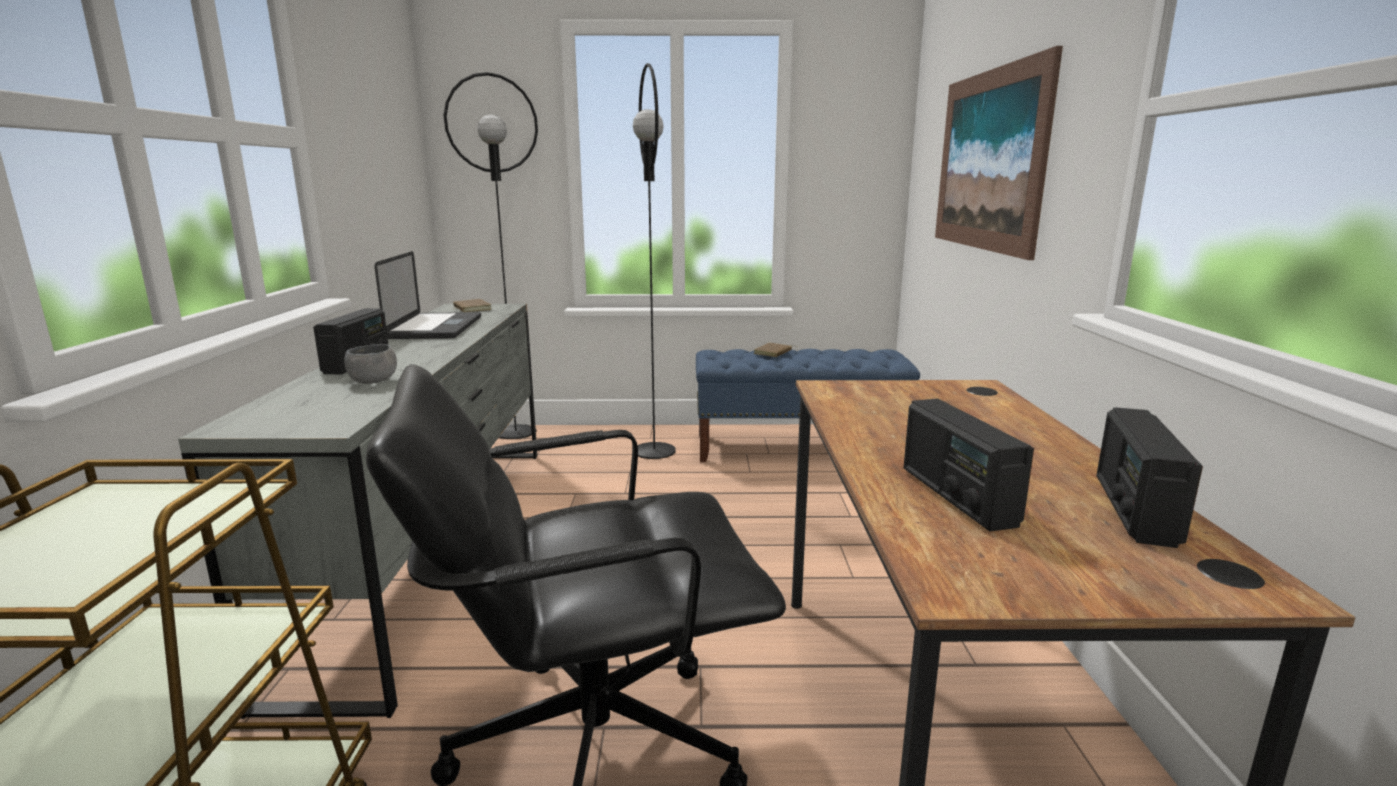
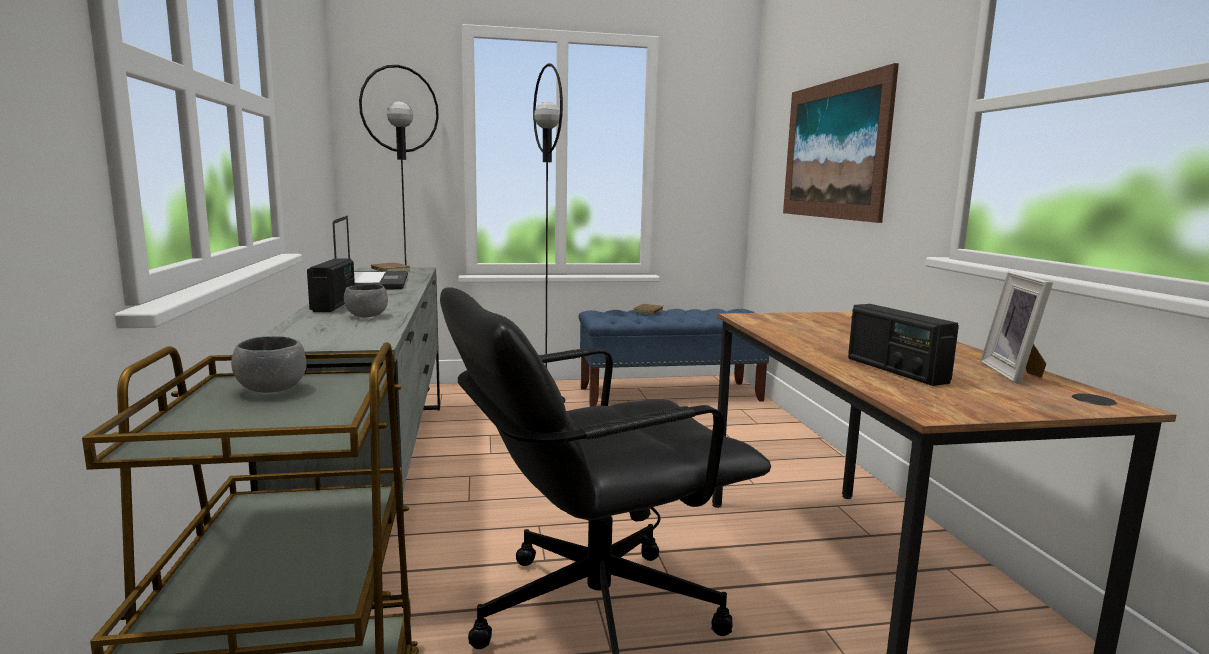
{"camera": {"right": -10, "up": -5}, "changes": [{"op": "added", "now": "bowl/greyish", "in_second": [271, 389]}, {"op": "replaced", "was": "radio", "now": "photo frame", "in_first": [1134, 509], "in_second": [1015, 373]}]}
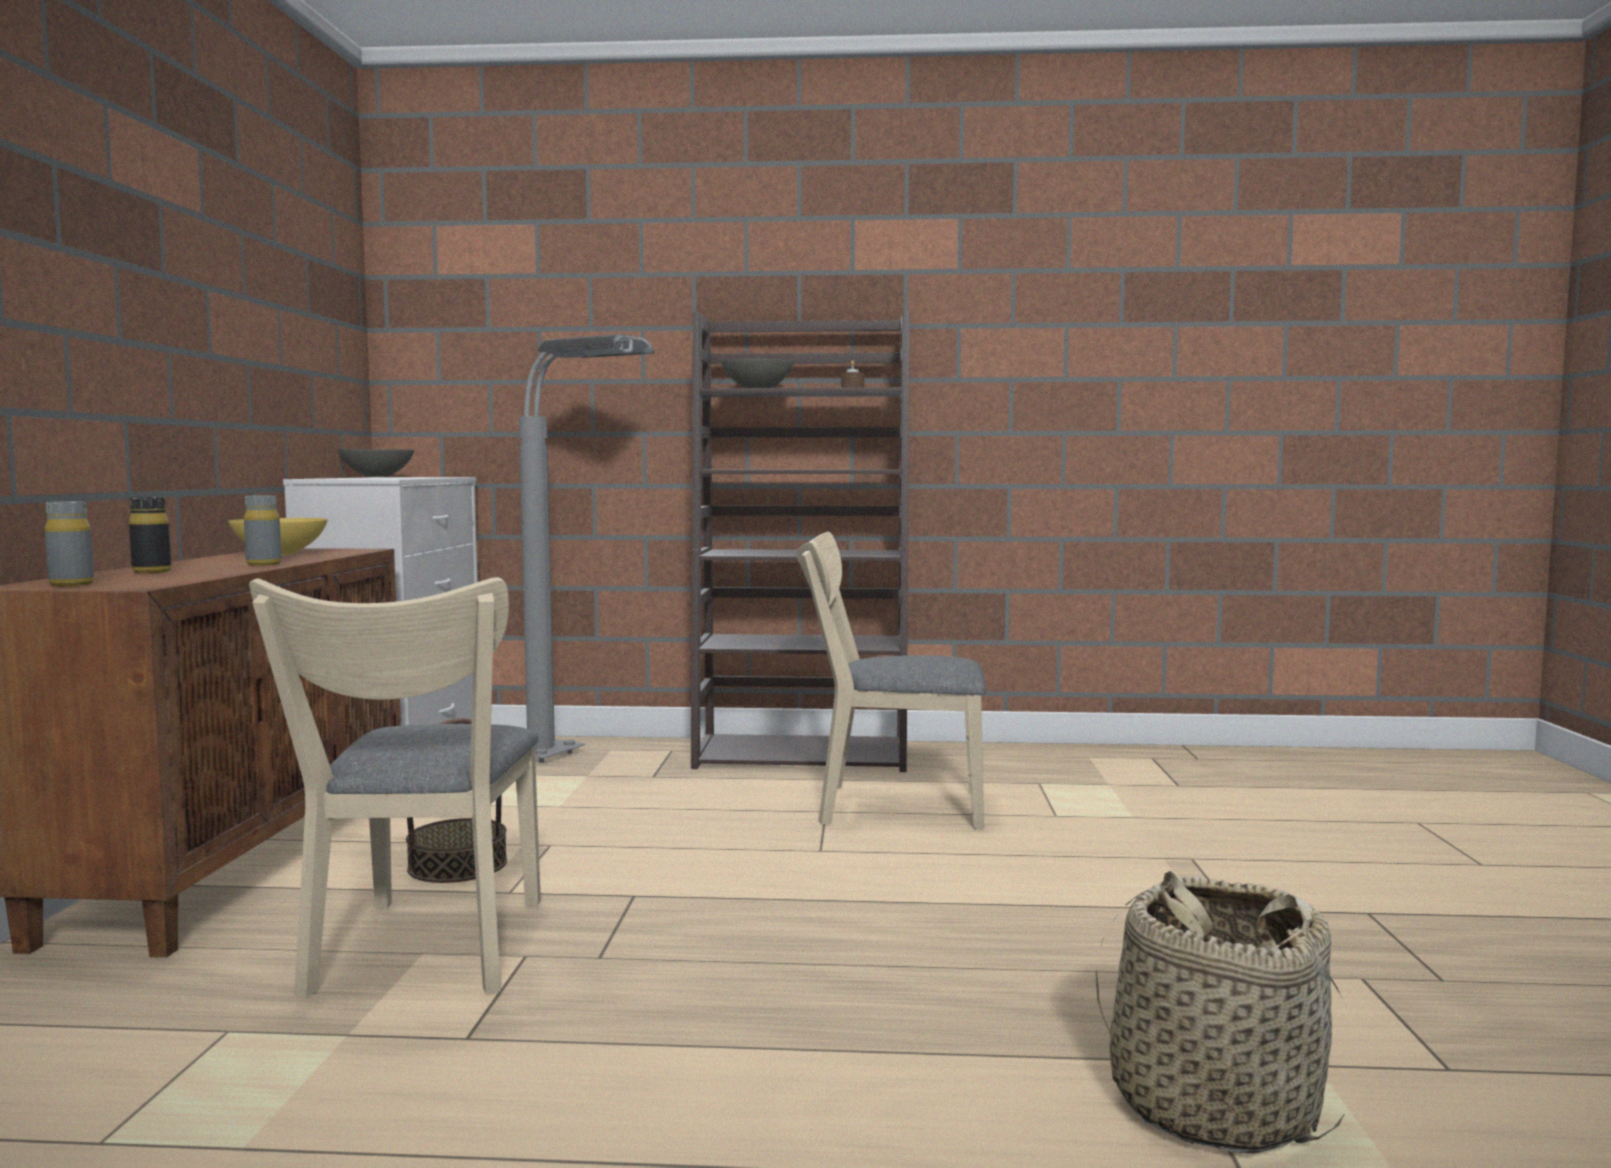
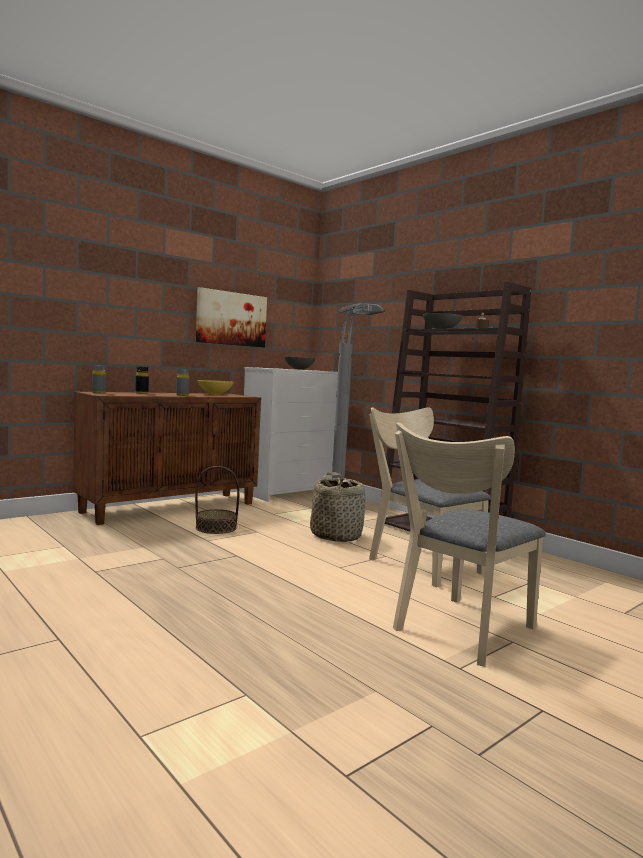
{"camera": {"right": 45, "up": 0}, "changes": [{"op": "added", "now": "wall art", "in_second": [231, 318]}, {"op": "moved", "was": "chair/beige-coloured", "in_first": [424, 953], "in_second": [460, 632]}, {"op": "moved", "was": "storage basket", "in_first": [1212, 1105], "in_second": [336, 535]}]}
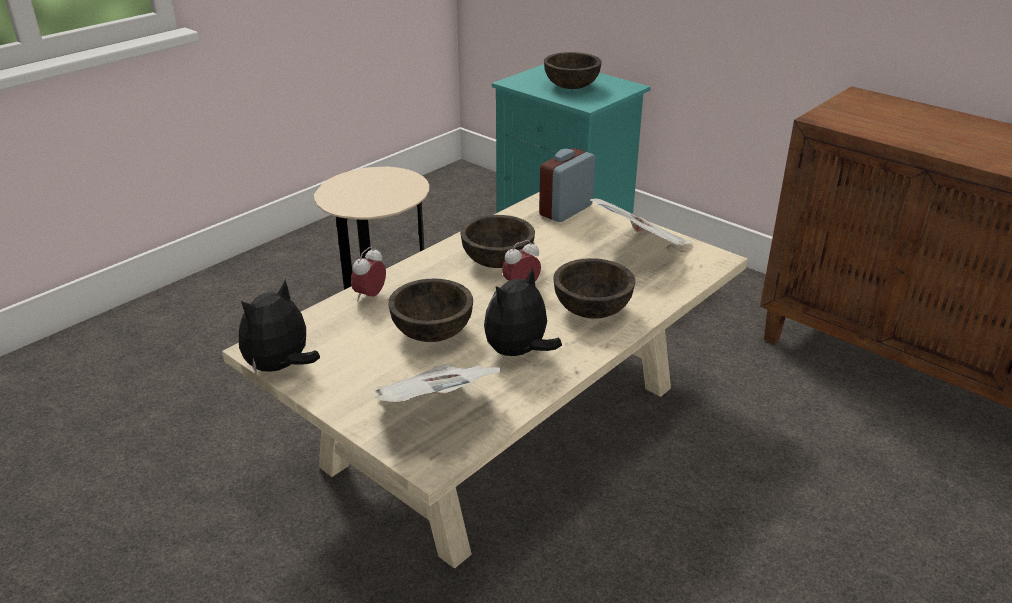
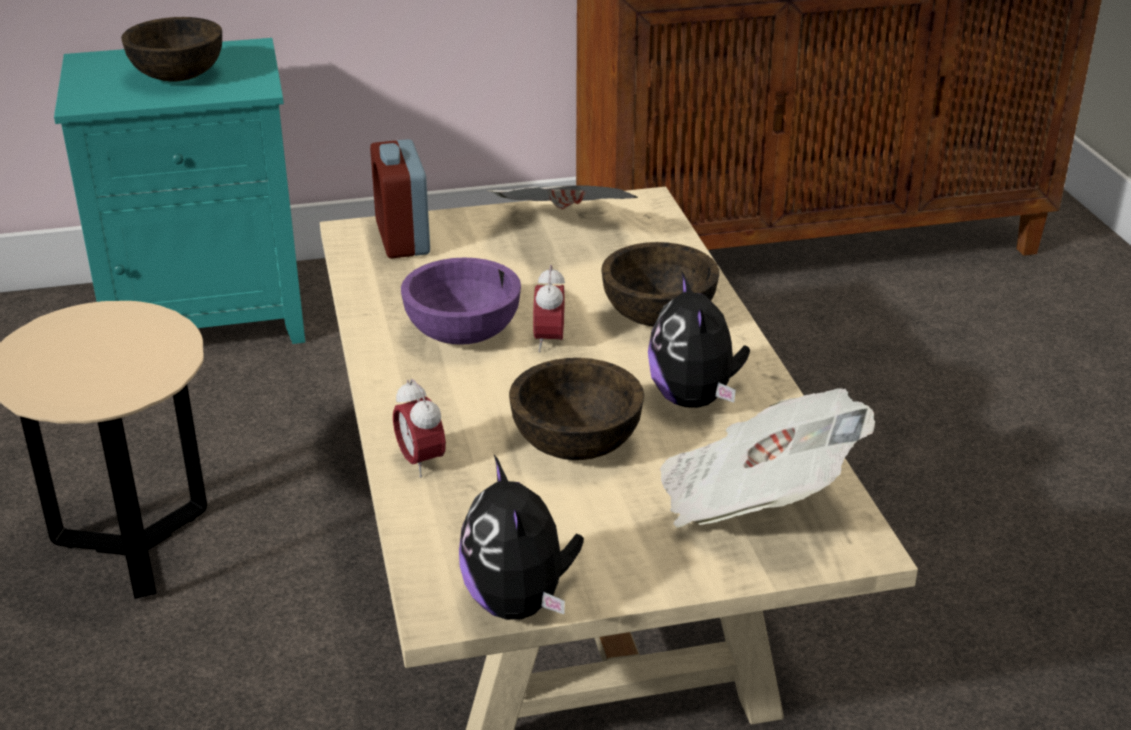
{"camera": {"right": -55, "up": 0}, "changes": [{"op": "recoloured", "was": "bowl/brown", "now": "bowl/purplish", "in_first": [497, 261], "in_second": [463, 333]}]}
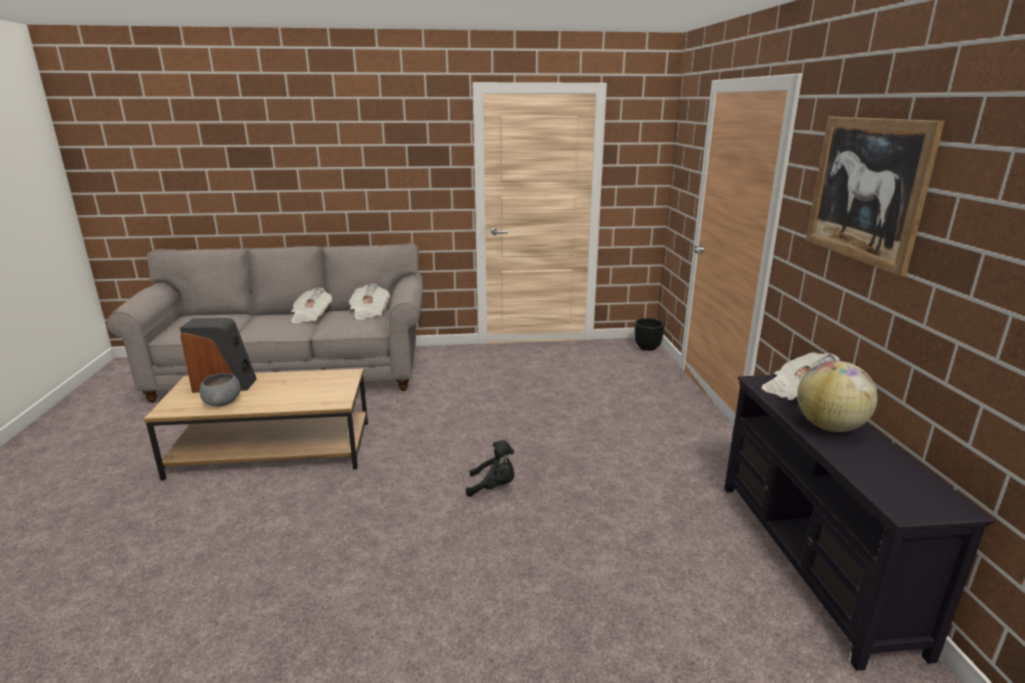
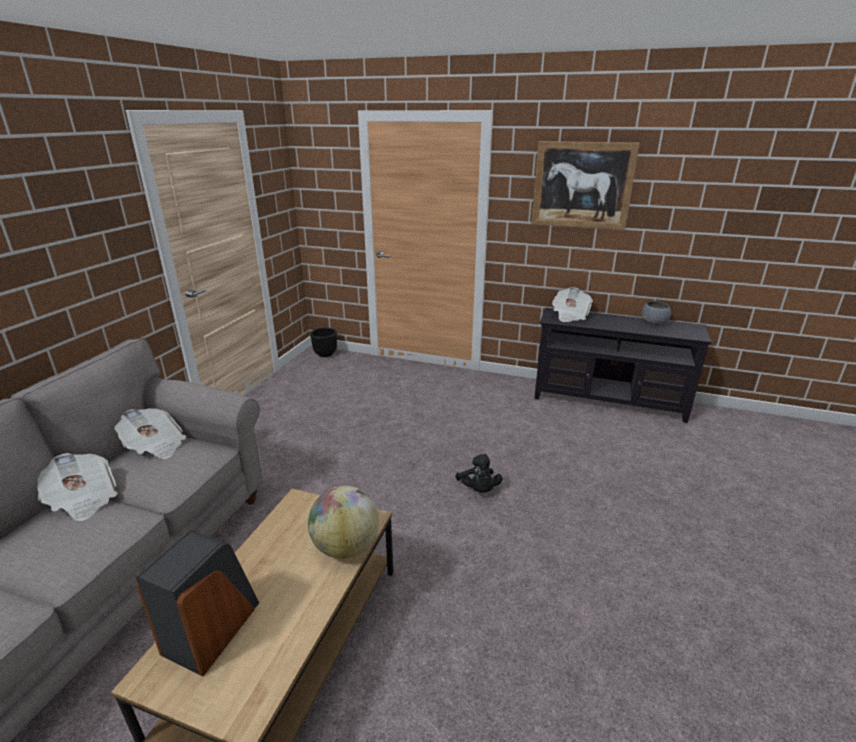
{"camera": {"right": -65, "up": 5}, "changes": [{"op": "moved", "was": "bowl/greyish", "in_first": [222, 403], "in_second": [654, 323]}, {"op": "moved", "was": "globe", "in_first": [829, 427], "in_second": [345, 547]}, {"op": "turned", "was": "cuddly toy/blackish", "in_first": [493, 487], "in_second": [478, 489], "clockwise": 135}]}
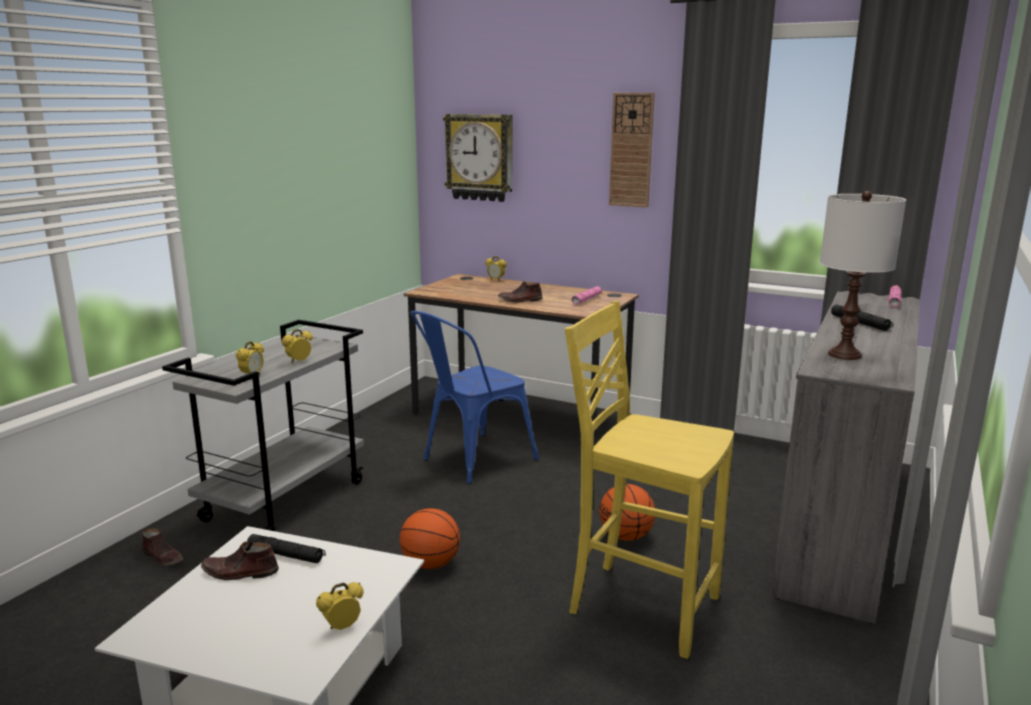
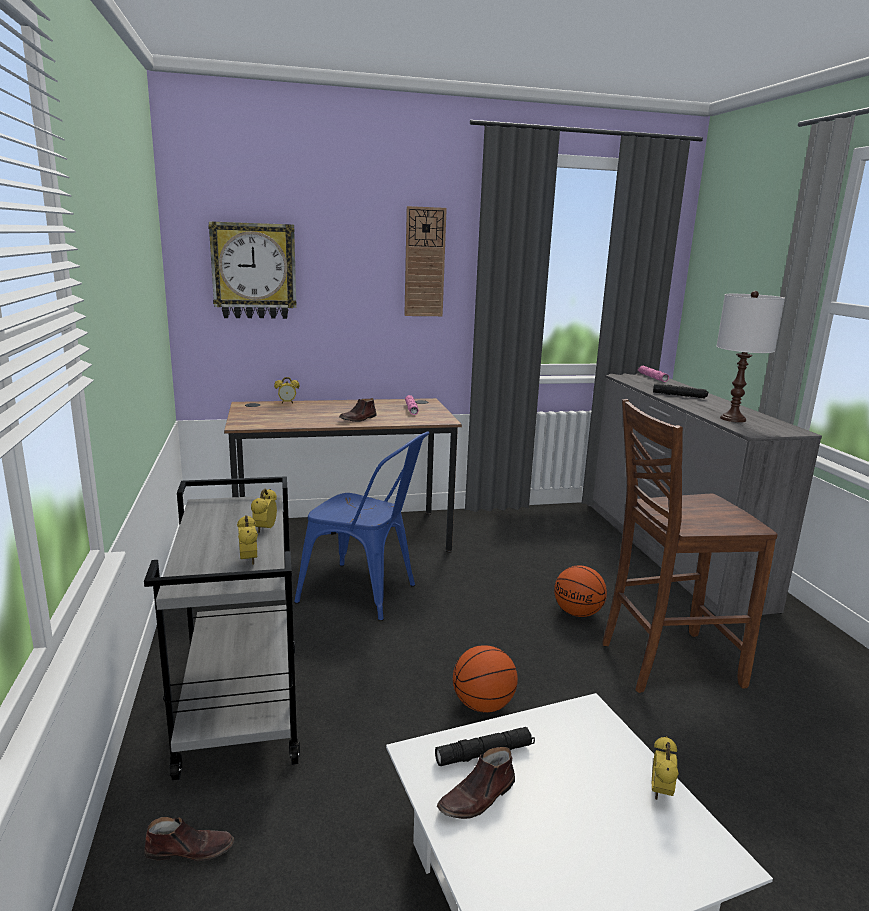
{"camera": {"right": -40, "up": 0}, "changes": [{"op": "recoloured", "was": "chair/yellowish", "now": "chair/brown", "in_first": [641, 605], "in_second": [666, 662]}, {"op": "turned", "was": "chair/blue", "in_first": [471, 461], "in_second": [366, 594], "clockwise": -75}]}
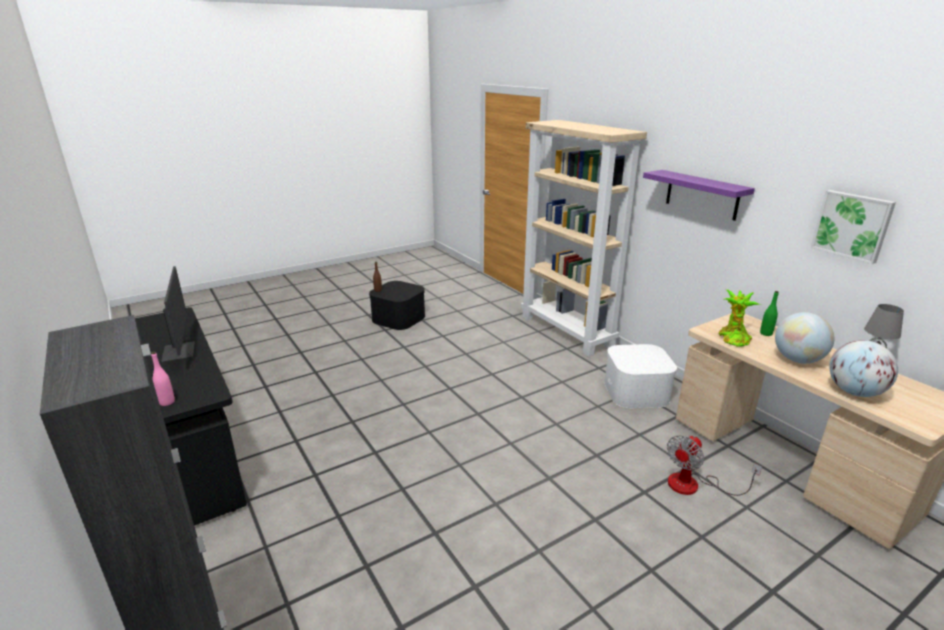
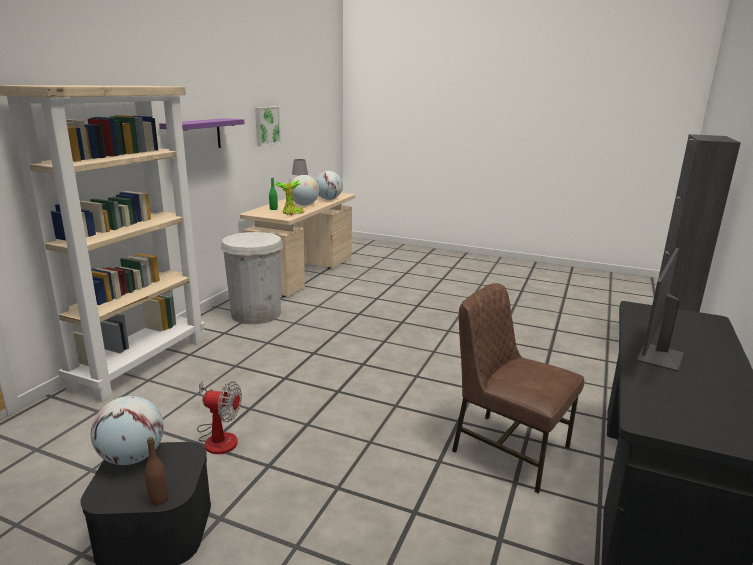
{"camera": {"right": -125, "up": -5}, "changes": [{"op": "removed", "was": "drink bottle/pinkish", "in_first": [167, 402]}, {"op": "added", "now": "globe", "in_second": [132, 457]}, {"op": "added", "now": "chair/brown", "in_second": [508, 449]}, {"op": "moved", "was": "fan", "in_first": [694, 485], "in_second": [218, 437]}, {"op": "replaced", "was": "storage box/white", "now": "waste bin/white", "in_first": [636, 391], "in_second": [256, 314]}]}
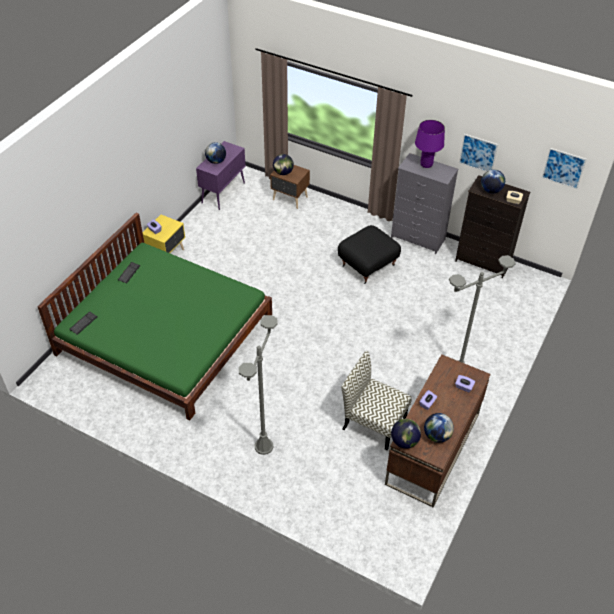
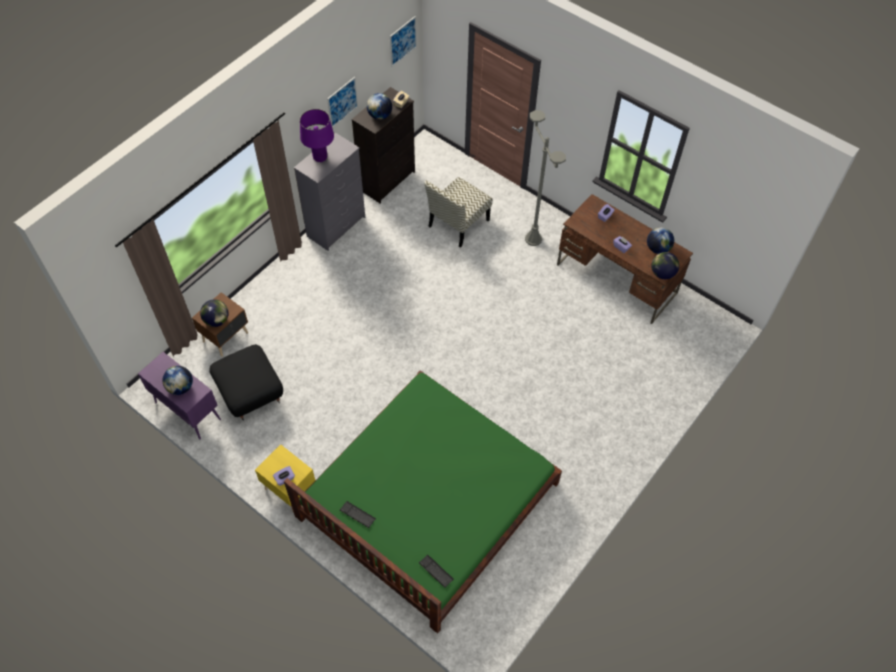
{"camera": {"right": -80, "up": 10}, "changes": [{"op": "removed", "was": "floor lamp/greyish", "in_first": [263, 446]}, {"op": "moved", "was": "ottoman/blackish", "in_first": [368, 265], "in_second": [250, 392]}, {"op": "moved", "was": "chair", "in_first": [373, 422], "in_second": [458, 224]}]}
